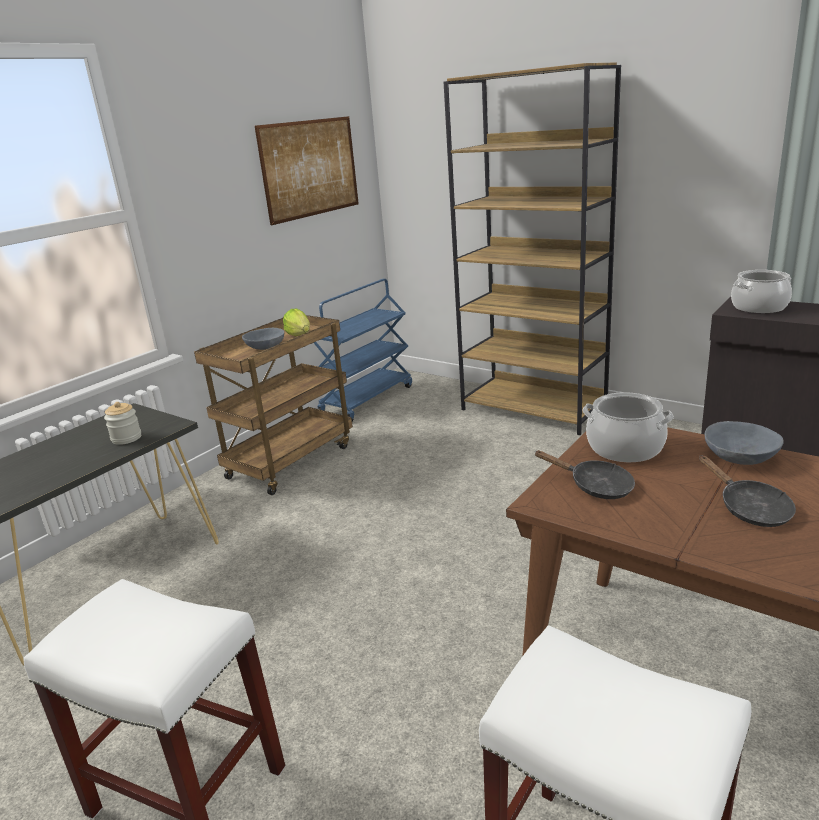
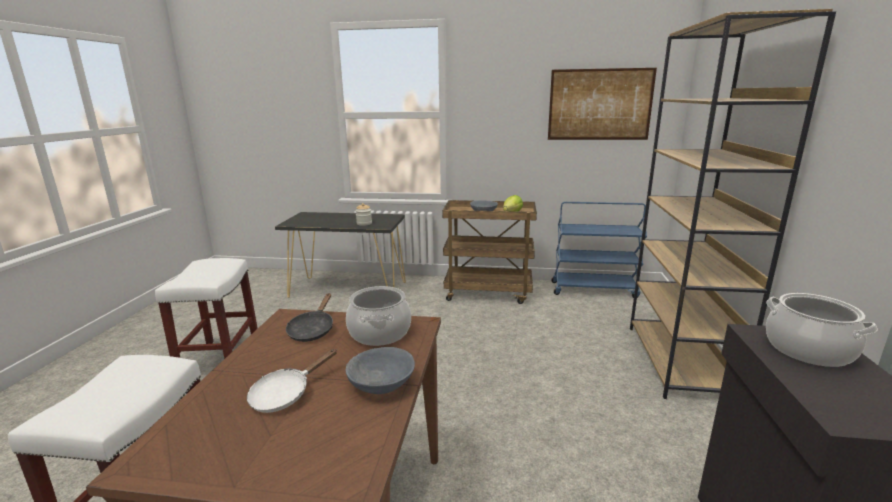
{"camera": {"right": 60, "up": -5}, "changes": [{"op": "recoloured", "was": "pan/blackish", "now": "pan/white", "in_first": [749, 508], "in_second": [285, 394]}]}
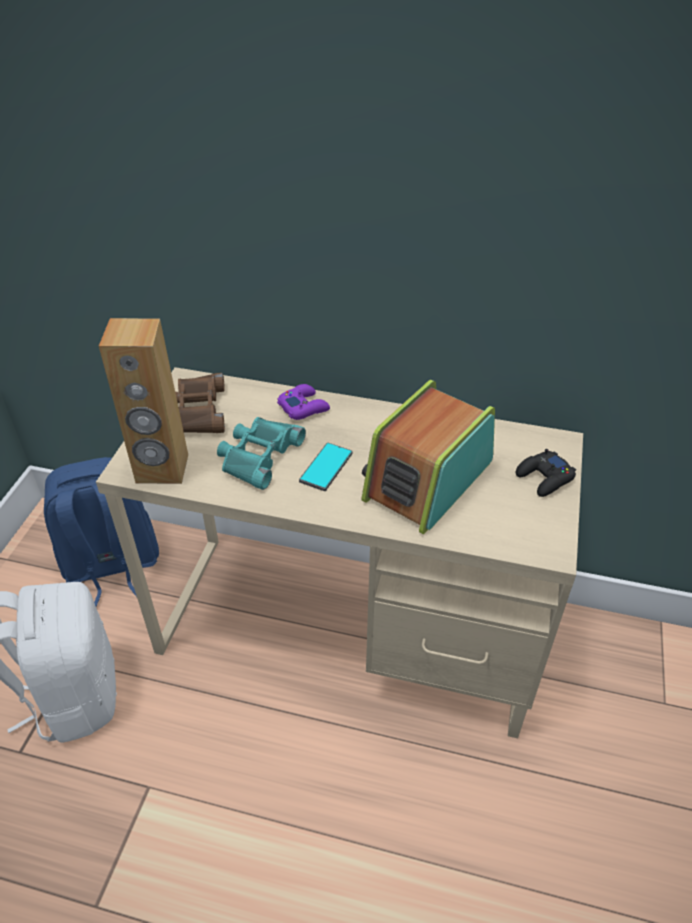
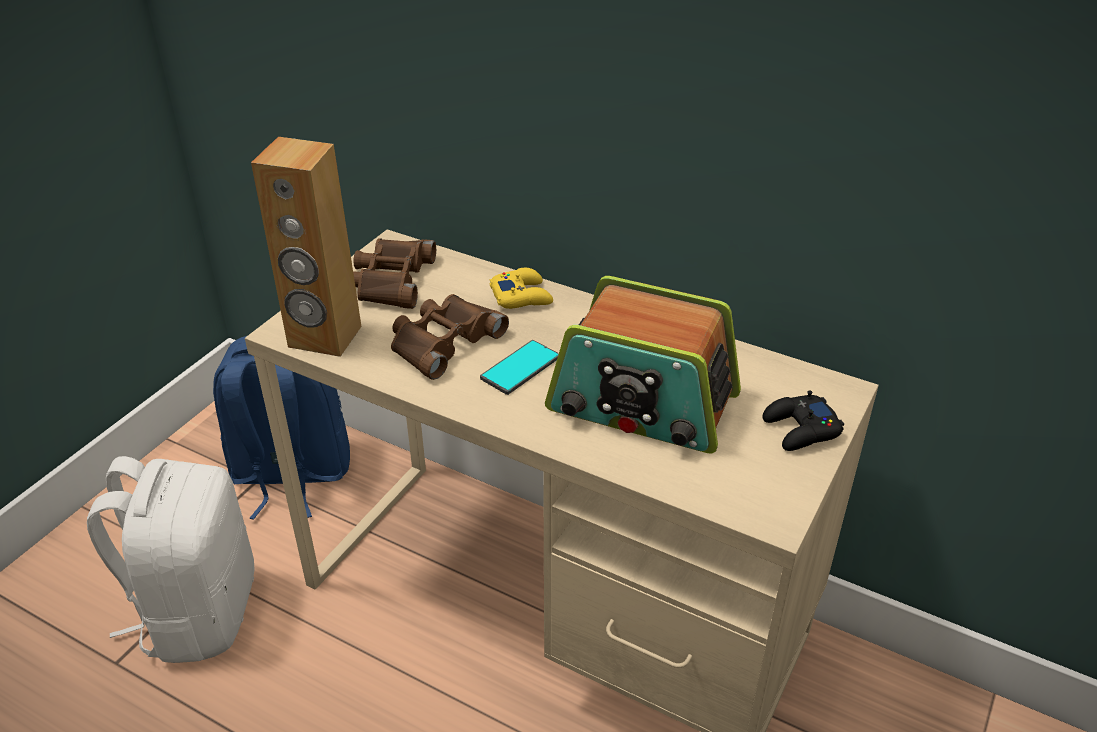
{"camera": {"right": 15, "up": -5}, "changes": [{"op": "recoloured", "was": "pair of binoculars/turquoise", "now": "pair of binoculars/brown", "in_first": [258, 456], "in_second": [443, 341]}, {"op": "recoloured", "was": "game controller/purplish", "now": "game controller/yellowish", "in_first": [303, 407], "in_second": [521, 296]}, {"op": "turned", "was": "radio", "in_first": [427, 479], "in_second": [642, 404], "clockwise": -120}]}
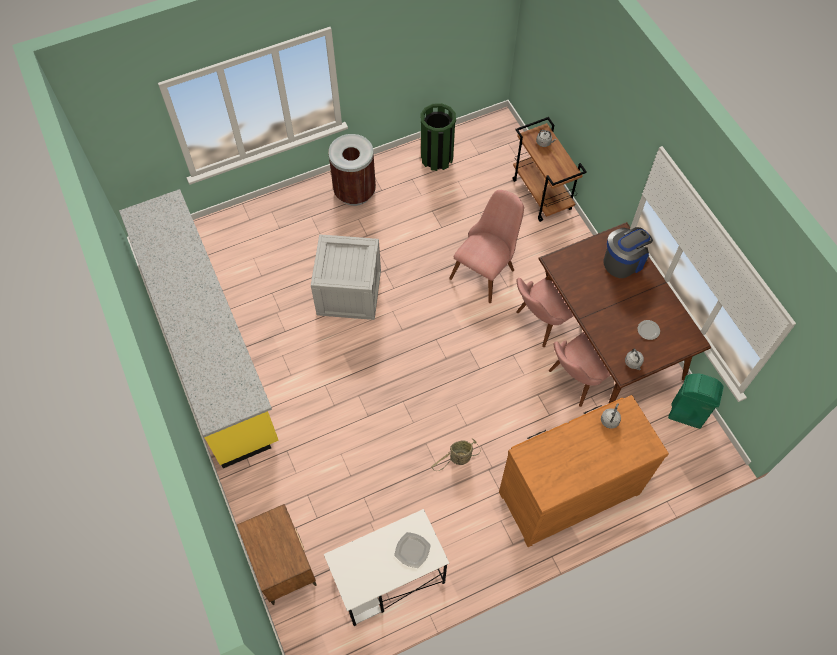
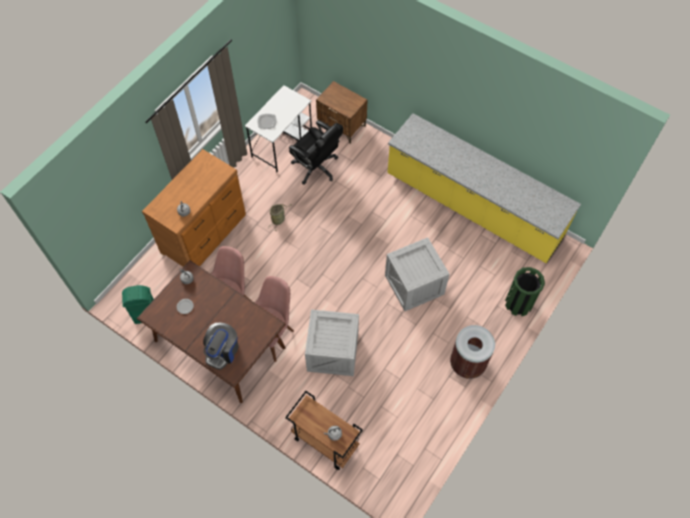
{"camera": {"right": 150, "up": 0}, "changes": [{"op": "added", "now": "office chair/blackish", "in_second": [316, 167]}, {"op": "moved", "was": "waste bin/greenish", "in_first": [437, 158], "in_second": [518, 303]}, {"op": "replaced", "was": "chair/pinkish", "now": "shipping crate", "in_first": [486, 268], "in_second": [332, 352]}]}
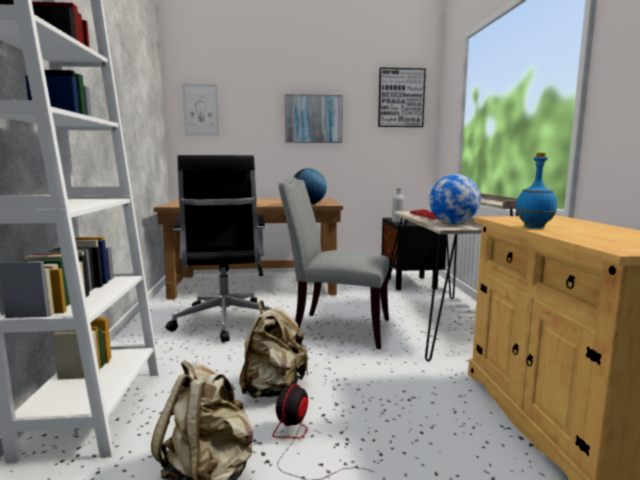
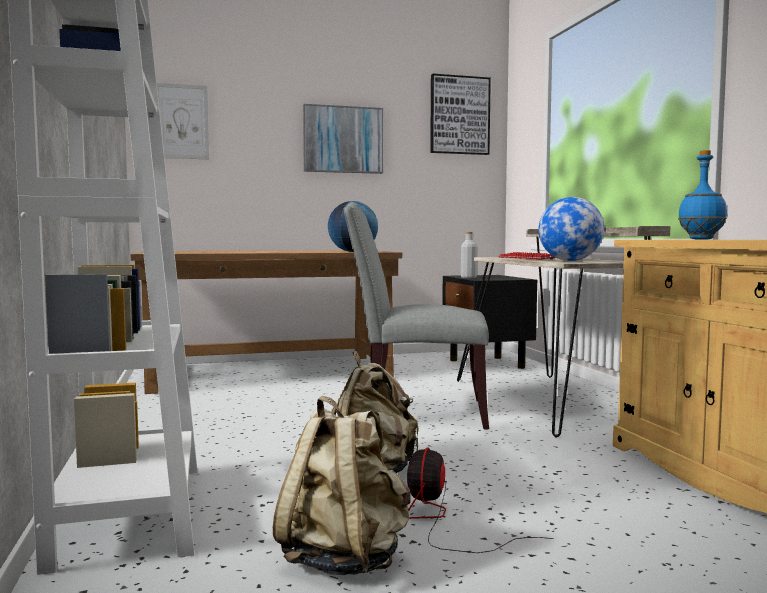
{"camera": {"right": -10, "up": -5}, "changes": [{"op": "removed", "was": "office chair/blackish", "in_first": [224, 322]}]}
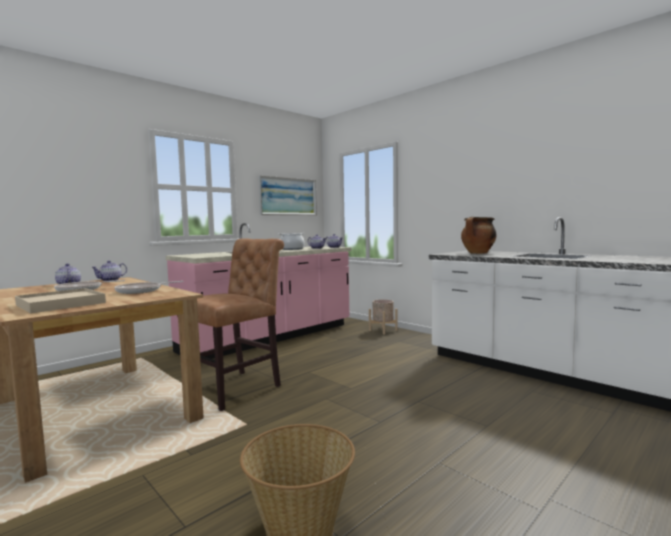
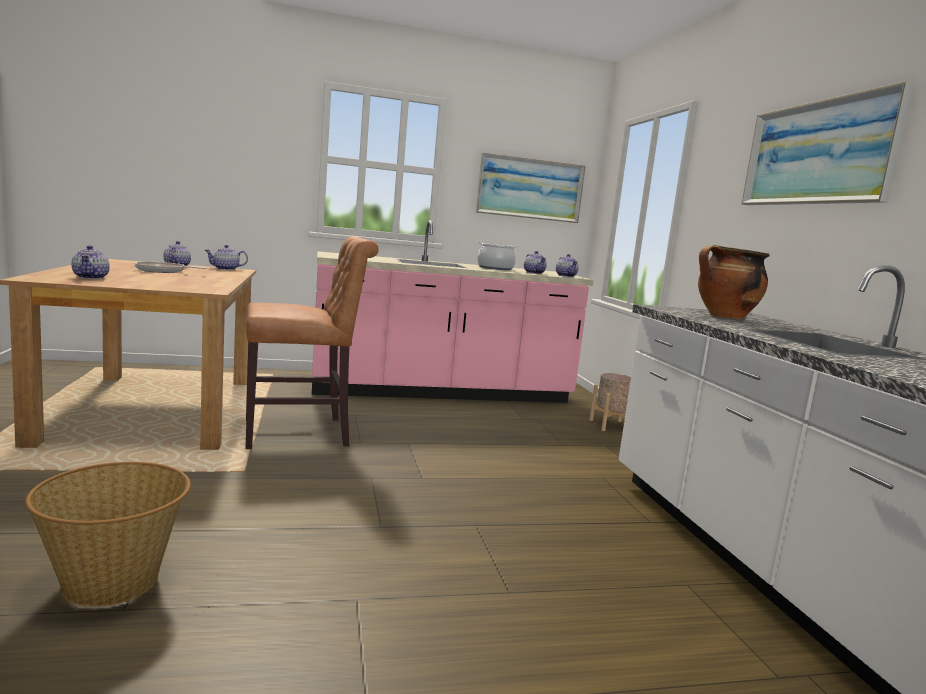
{"camera": {"right": 30, "up": 5}, "changes": [{"op": "removed", "was": "pan", "in_first": [141, 291]}, {"op": "added", "now": "wall art", "in_second": [817, 153]}, {"op": "replaced", "was": "tray/beige-coloured", "now": "tea pot", "in_first": [61, 304], "in_second": [91, 277]}]}
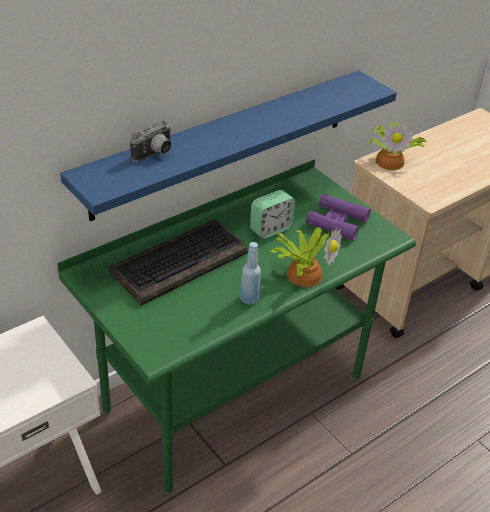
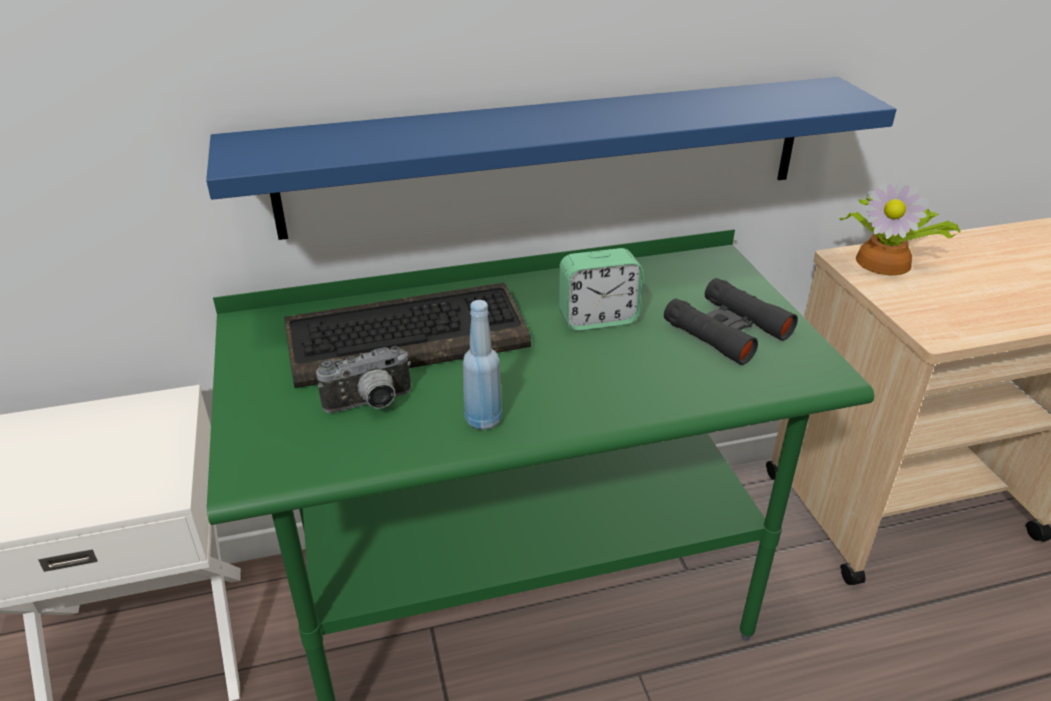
{"camera": {"right": 25, "up": -5}, "changes": [{"op": "removed", "was": "potted plant", "in_first": [303, 273]}, {"op": "moved", "was": "photo camera", "in_first": [155, 154], "in_second": [370, 405]}, {"op": "recoloured", "was": "pair of binoculars/purplish", "now": "pair of binoculars/blackish", "in_first": [337, 222], "in_second": [727, 330]}]}
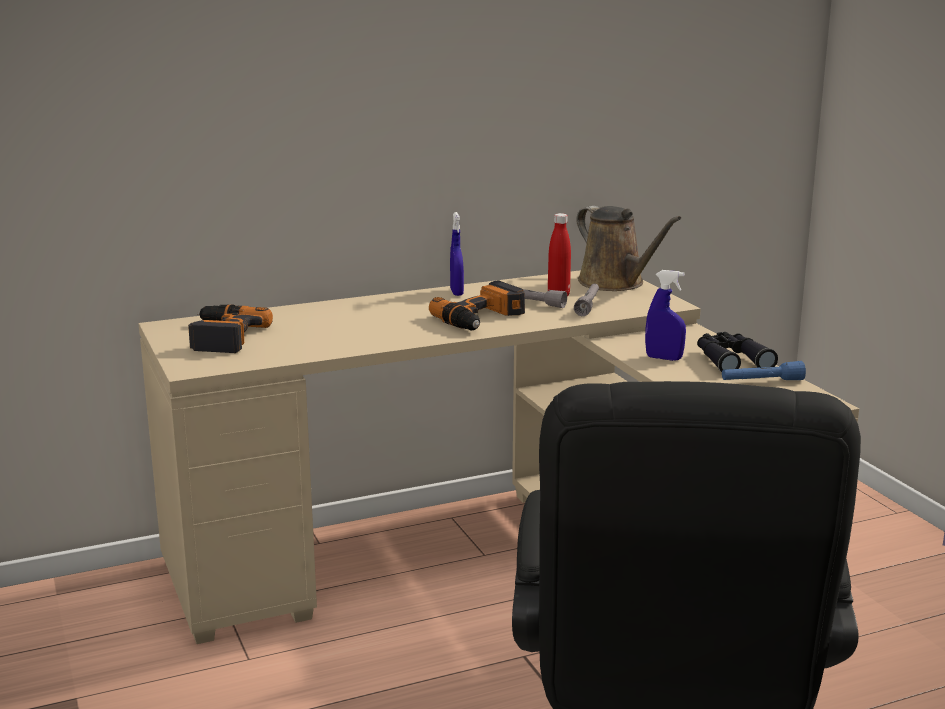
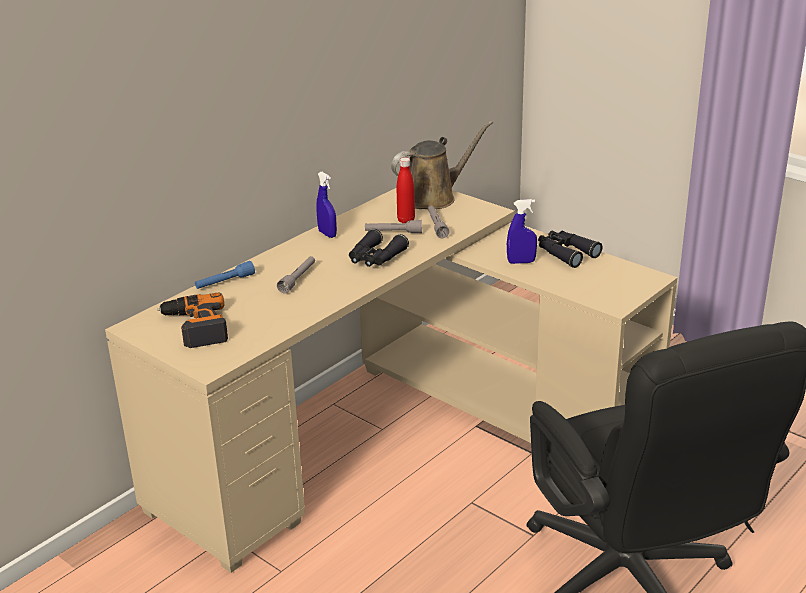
{"camera": {"right": -25, "up": 10}, "changes": [{"op": "added", "now": "torch/greyish", "in_second": [298, 279]}, {"op": "moved", "was": "torch/blue", "in_first": [762, 381], "in_second": [225, 282]}, {"op": "replaced", "was": "electric drill", "now": "pair of binoculars/blackish", "in_first": [482, 319], "in_second": [375, 258]}, {"op": "turned", "was": "watering pot/brown", "in_first": [615, 283], "in_second": [433, 197], "clockwise": -60}]}
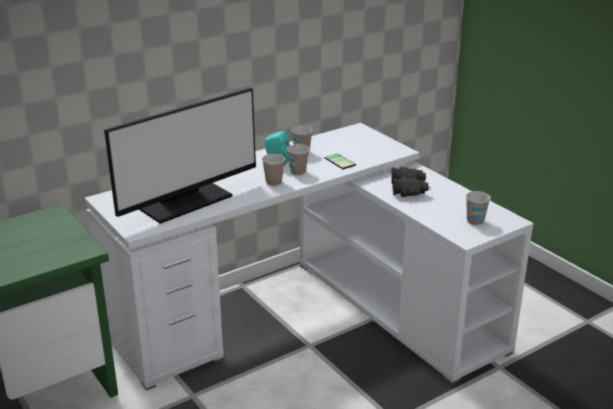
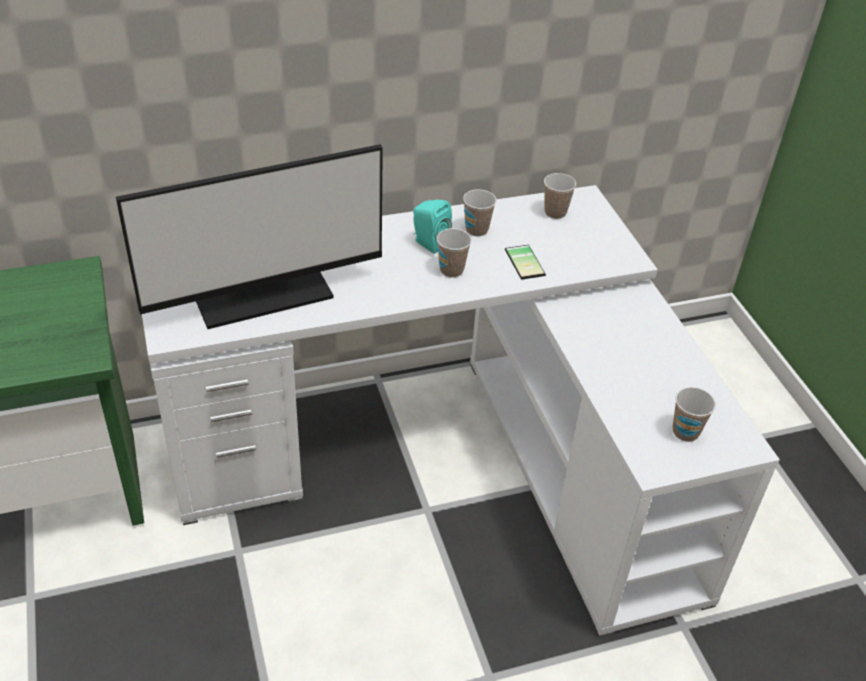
{"camera": {"right": 15, "up": 15}, "changes": [{"op": "removed", "was": "pair of binoculars/blackish", "in_first": [408, 189]}, {"op": "moved", "was": "drinking cup", "in_first": [273, 182], "in_second": [555, 212]}]}
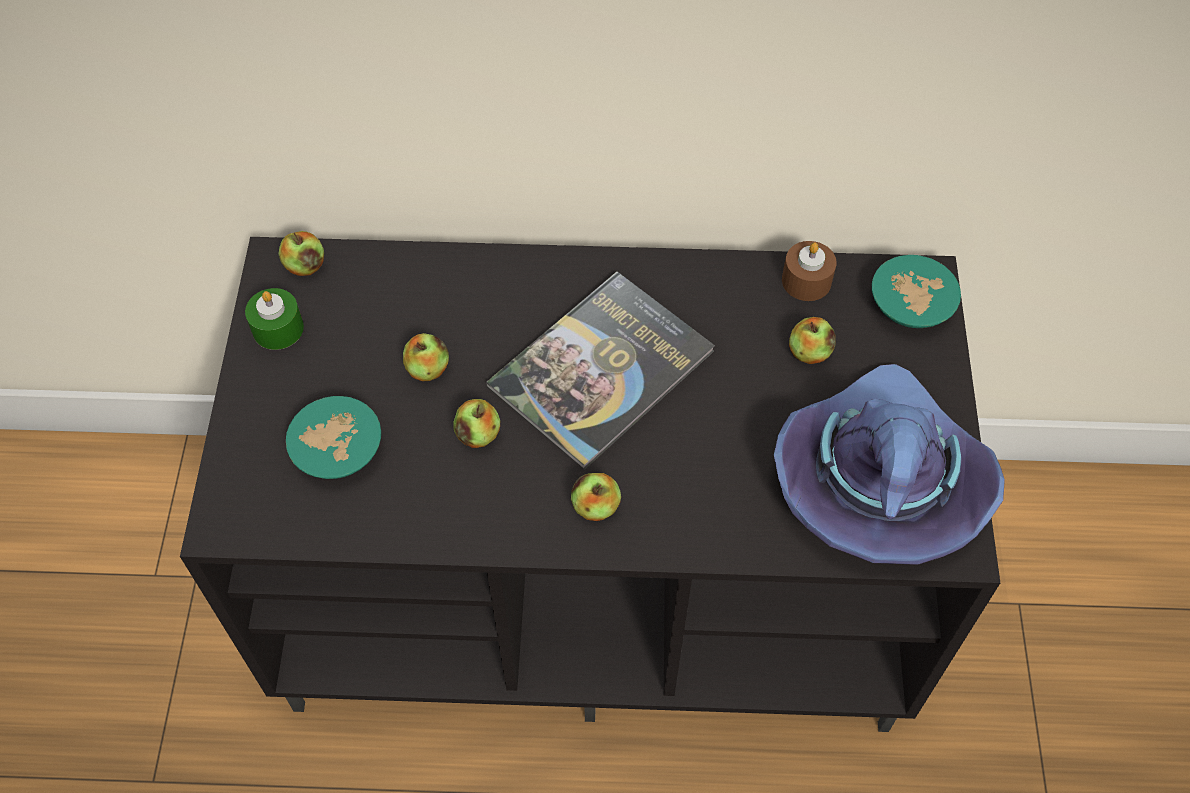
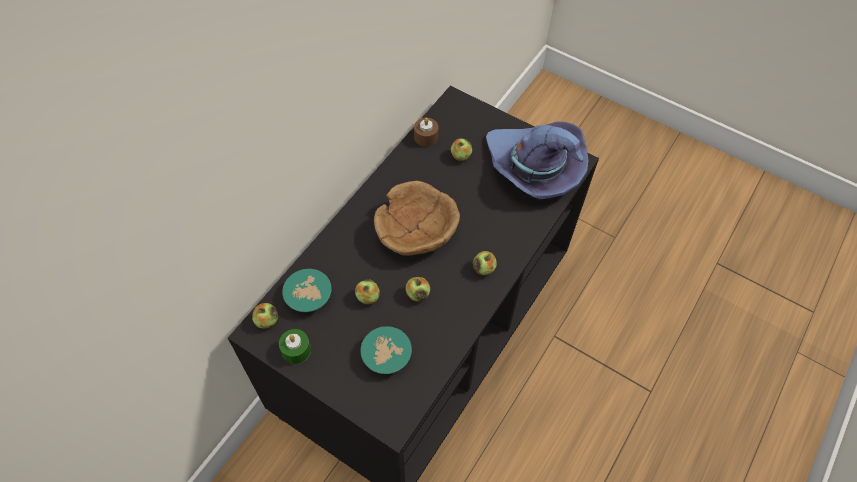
{"camera": {"right": -60, "up": 0}, "changes": [{"op": "moved", "was": "bowl/turquoise", "in_first": [910, 308], "in_second": [310, 297]}, {"op": "replaced", "was": "volume", "now": "bowl/brown", "in_first": [601, 369], "in_second": [417, 231]}]}
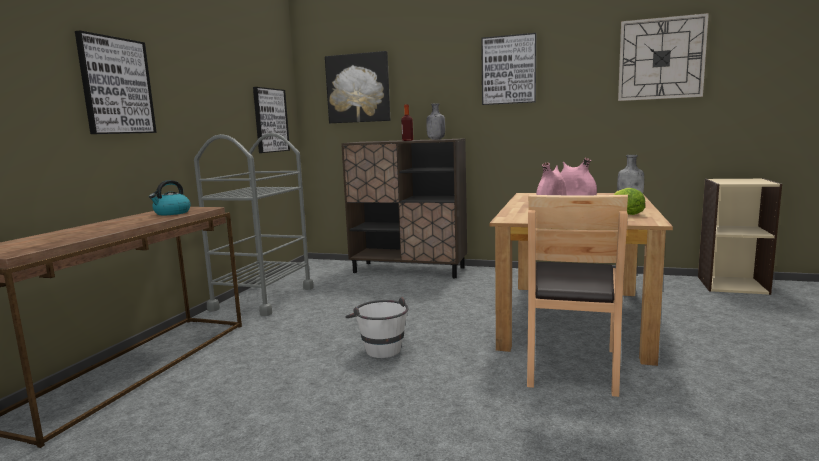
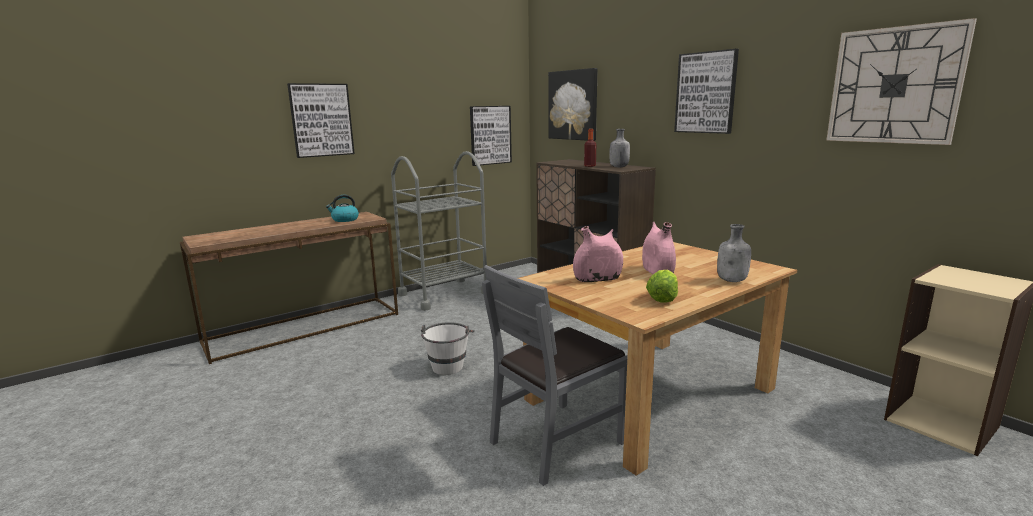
{"camera": {"right": 35, "up": 5}, "changes": [{"op": "recoloured", "was": "chair/brown", "now": "chair/greyish", "in_first": [571, 366], "in_second": [556, 440]}]}
